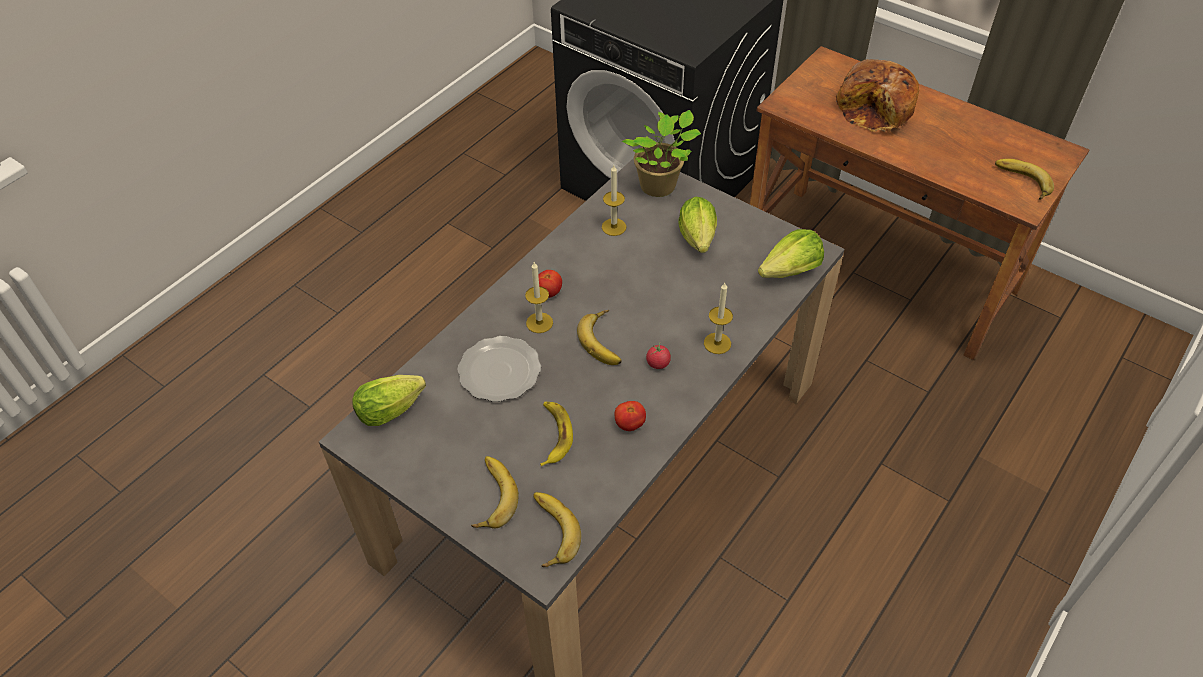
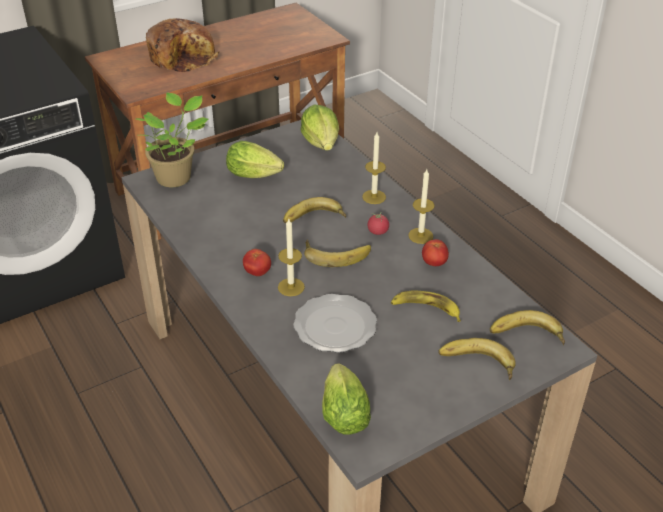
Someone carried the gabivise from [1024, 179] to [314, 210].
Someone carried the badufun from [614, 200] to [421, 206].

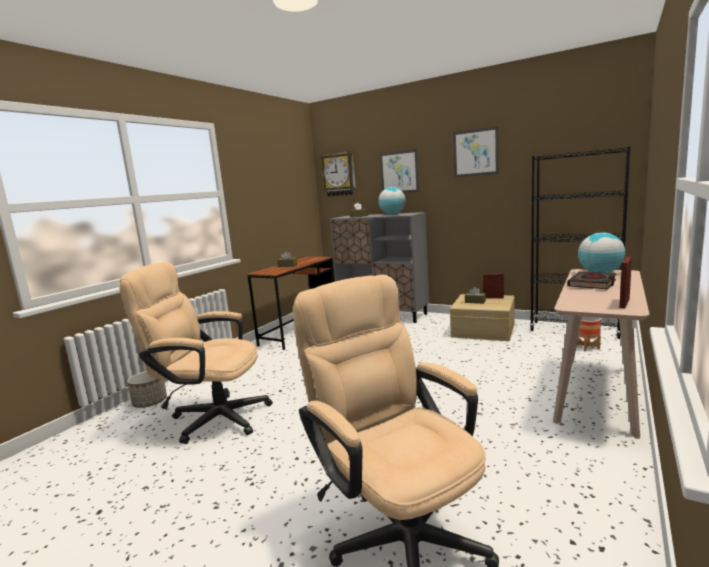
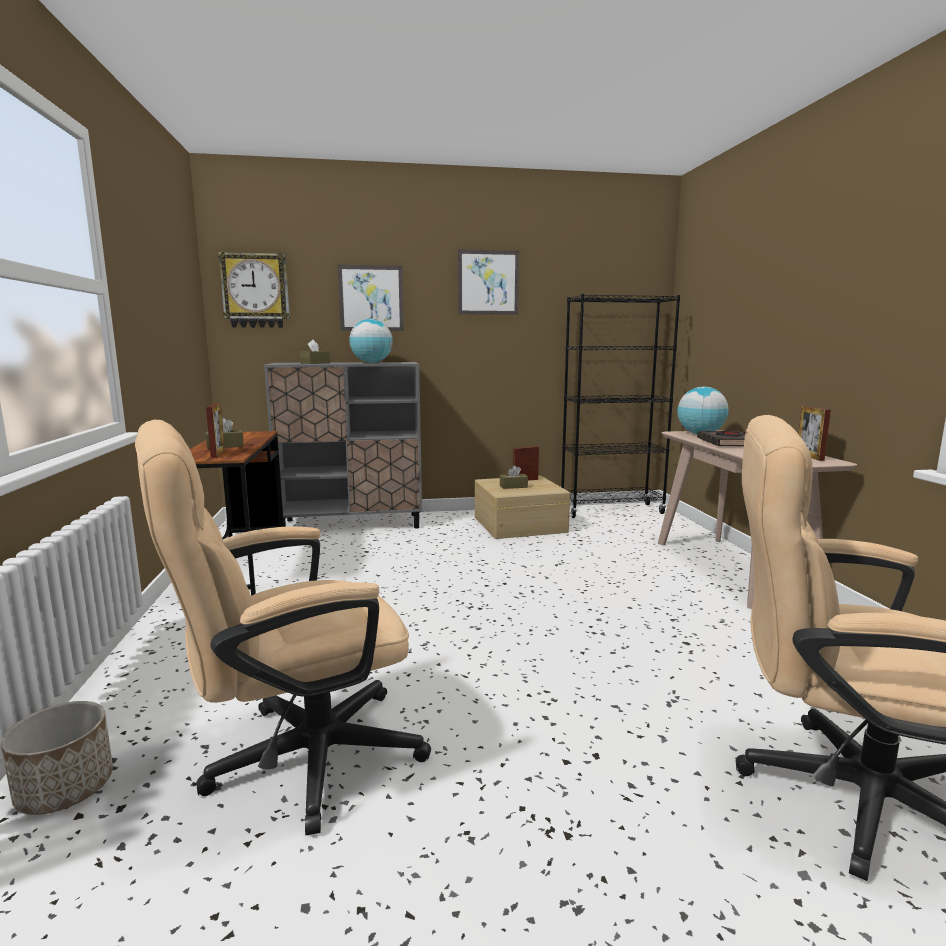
Someone put down the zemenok at [215, 430].
Someone took away the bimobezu at [589, 333].

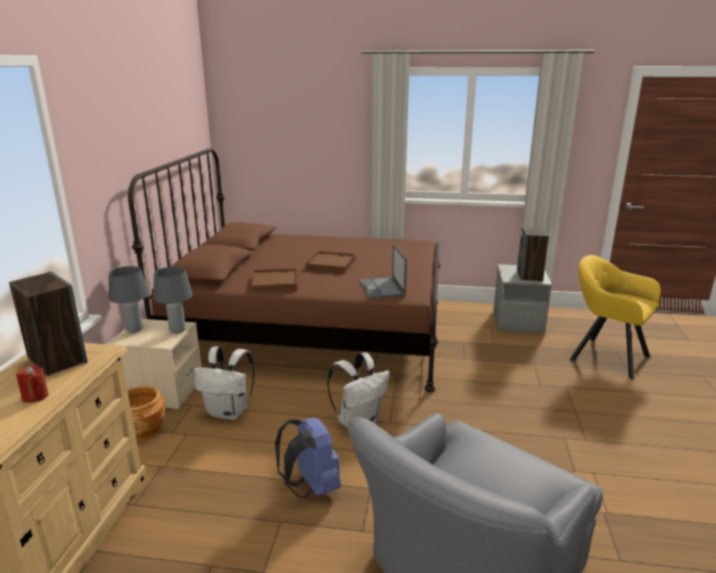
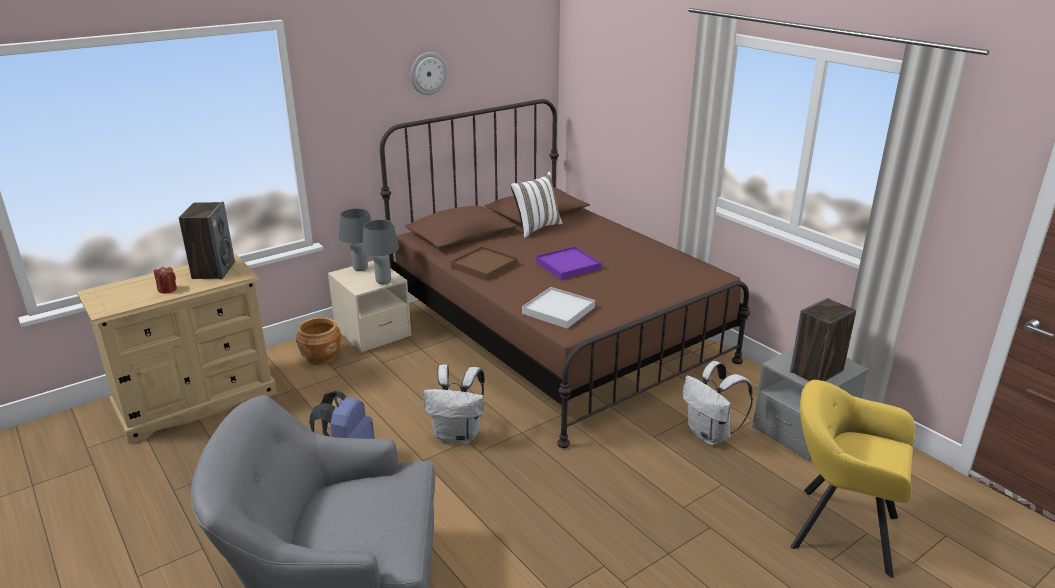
Someone put up the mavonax at [429, 73].
Someone put down the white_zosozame at [536, 205].
Someone swapped the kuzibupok at [383, 271] for the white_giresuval at [558, 308].
Someone repainted the brown_giresuval at [330, 262], which became the purple_giresuval at [569, 263].
Someone carried the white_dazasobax from [224, 383] to [717, 403].
Someone rotated the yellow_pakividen at [615, 317] by 60 degrees counterclockwise.

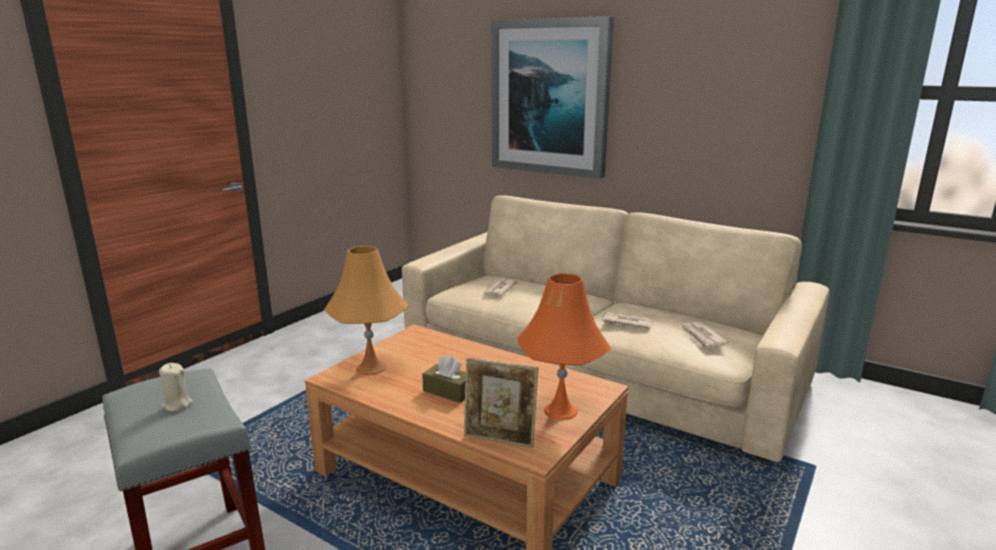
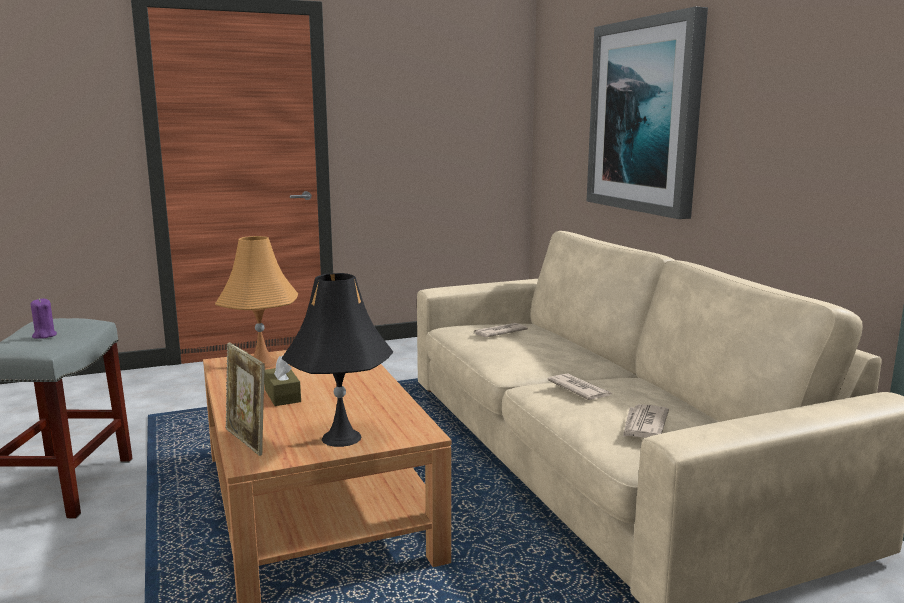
Someone repainted the beige_badufun at [176, 387], which became the purple_badufun at [43, 318].
Someone repainted the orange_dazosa at [564, 346], which became the black_dazosa at [337, 360].

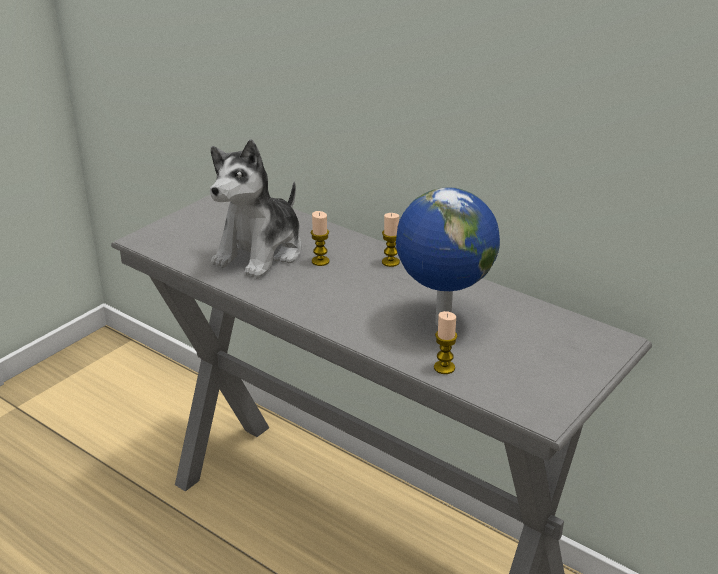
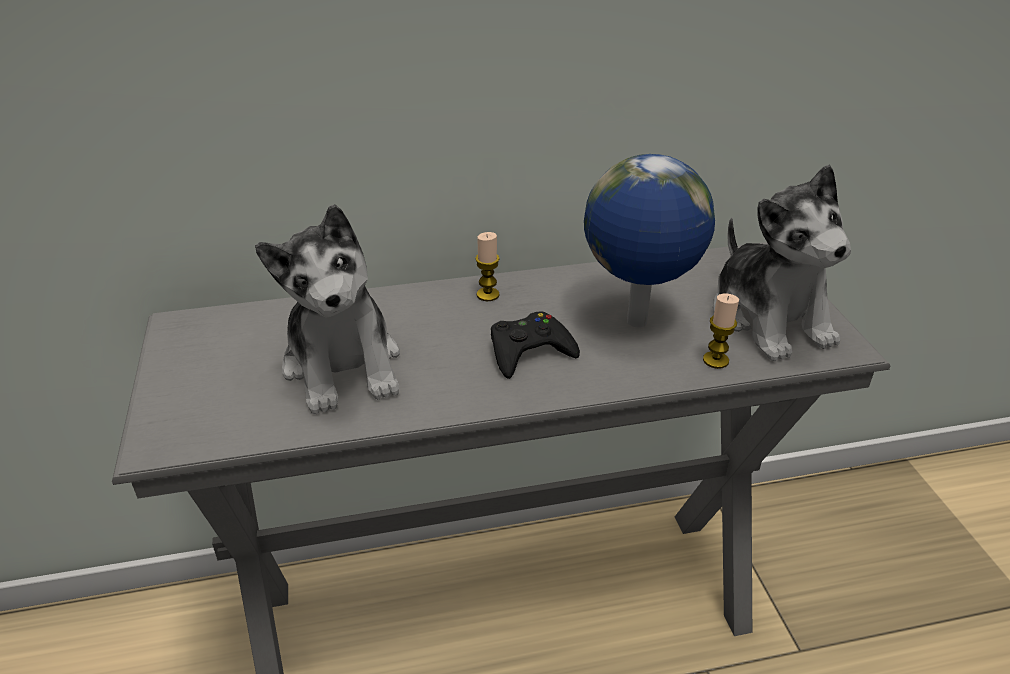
Someone put down the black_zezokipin at [535, 345].
Someone put down the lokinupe at [782, 263].
Someone took away the badufun at [320, 238].

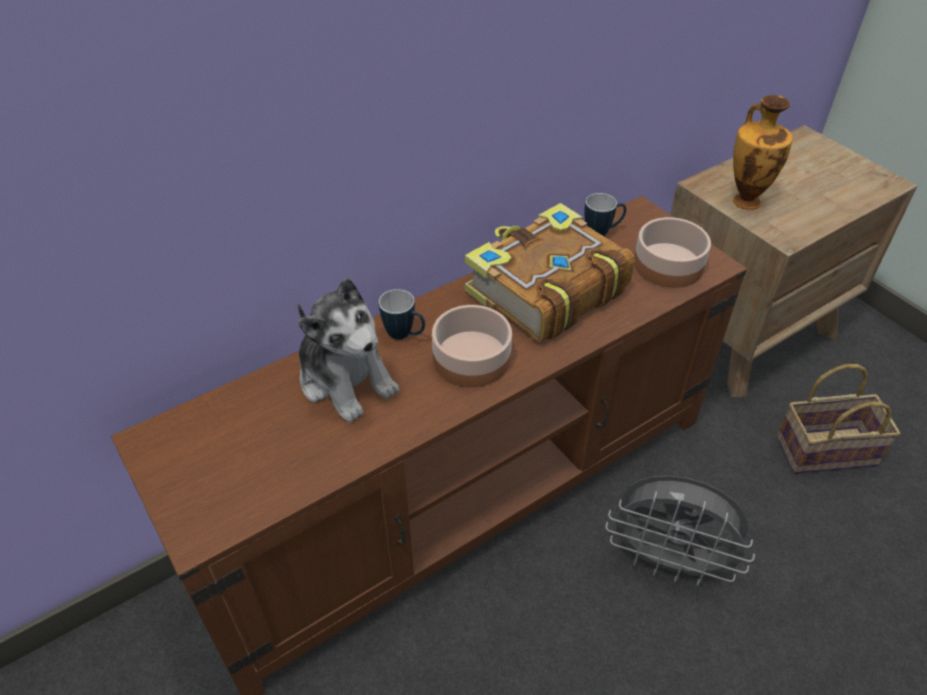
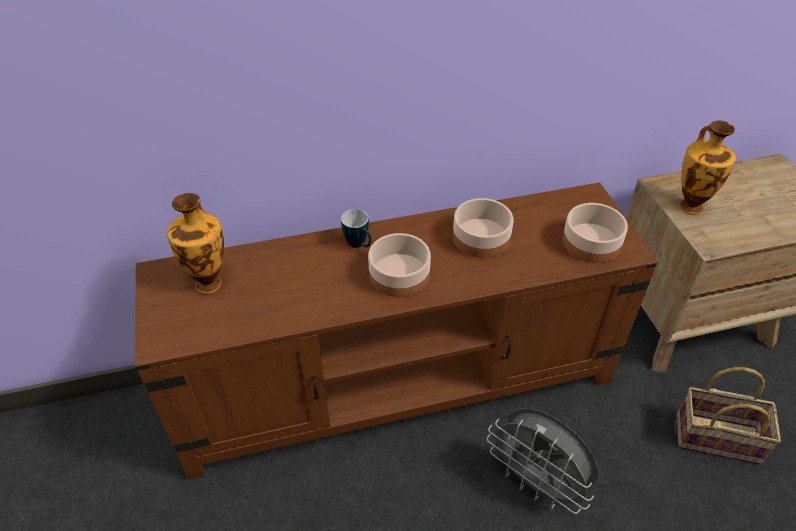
Someone put down the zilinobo at [195, 243].
Someone swapped the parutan at [550, 272] for the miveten at [483, 228].
Someone took away the lokinupe at [348, 350].
Someone took away the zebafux at [605, 214].

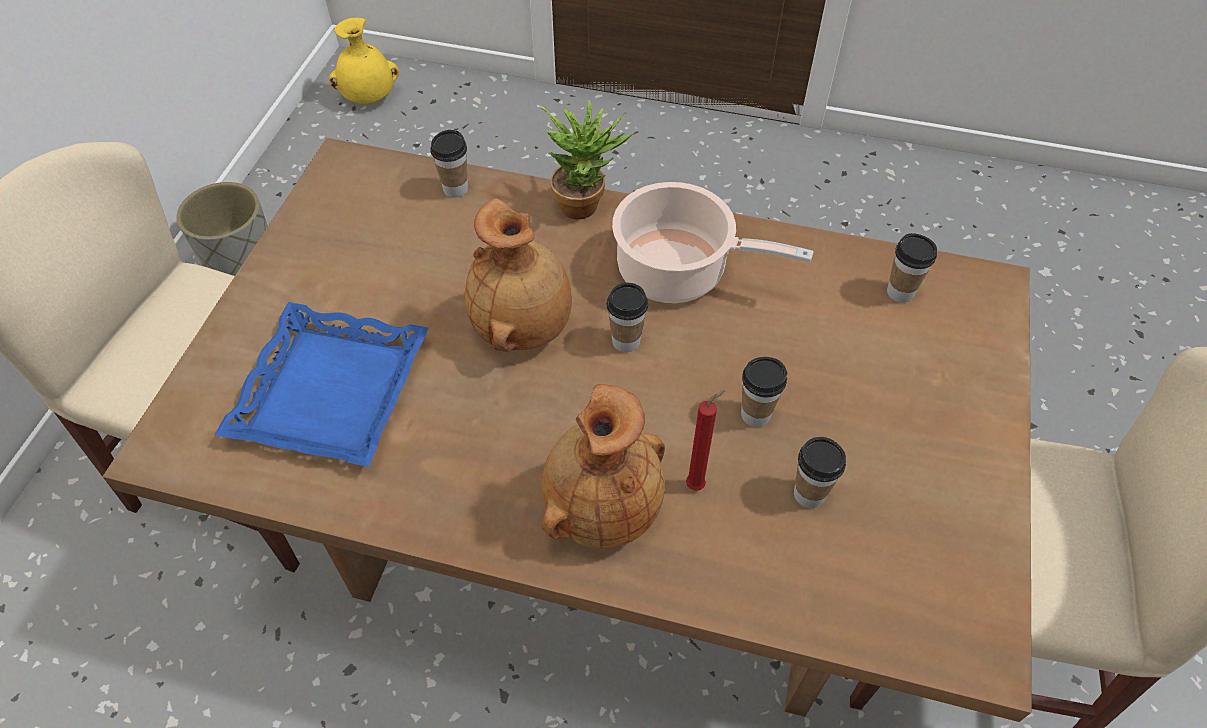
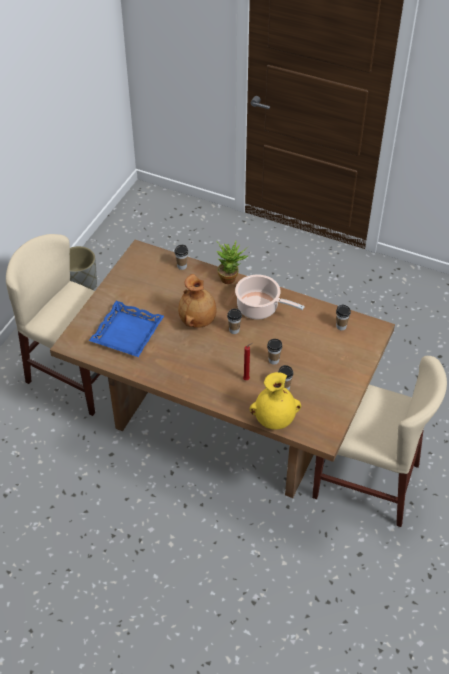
Someone carried the yellow_zilinobo from [364, 61] to [275, 401].
Someone took away the brown_zilinobo at [603, 466].

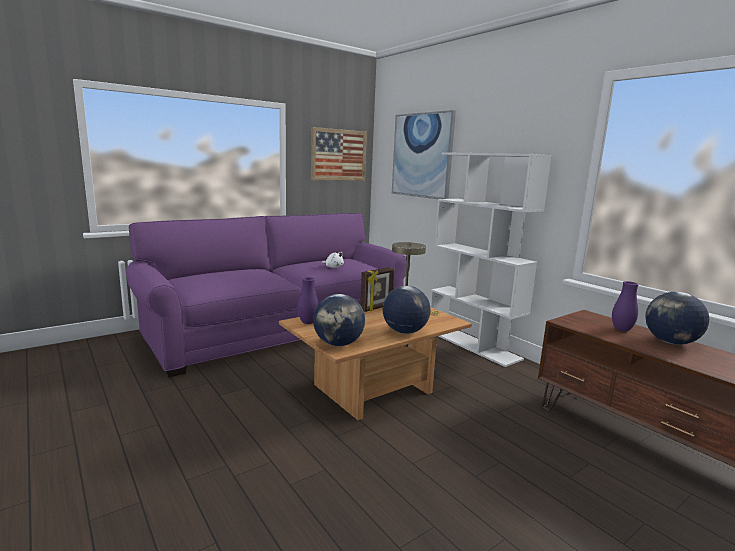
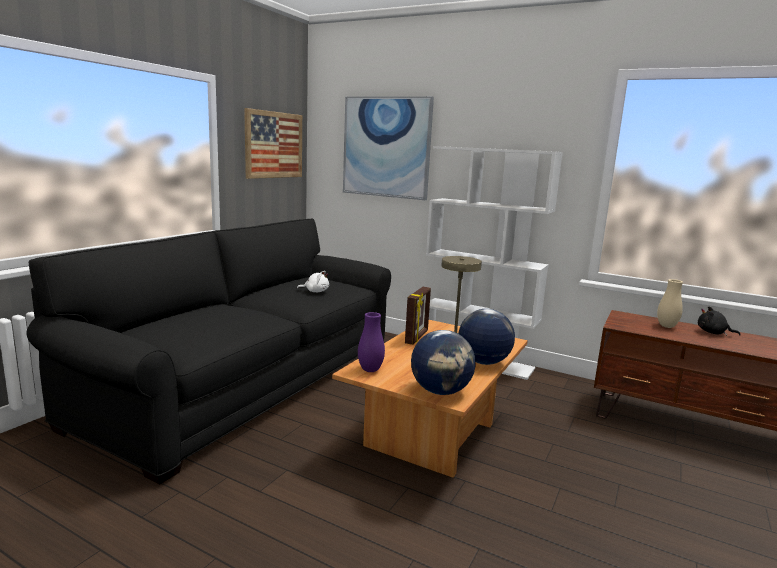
Someone repainted the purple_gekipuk at [268, 295], which became the black_gekipuk at [208, 351].
Someone repainted the purple_zilinobo at [625, 306], which became the beige_zilinobo at [670, 303].
Someone swapped the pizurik at [677, 318] for the black_lokinupe at [719, 321].

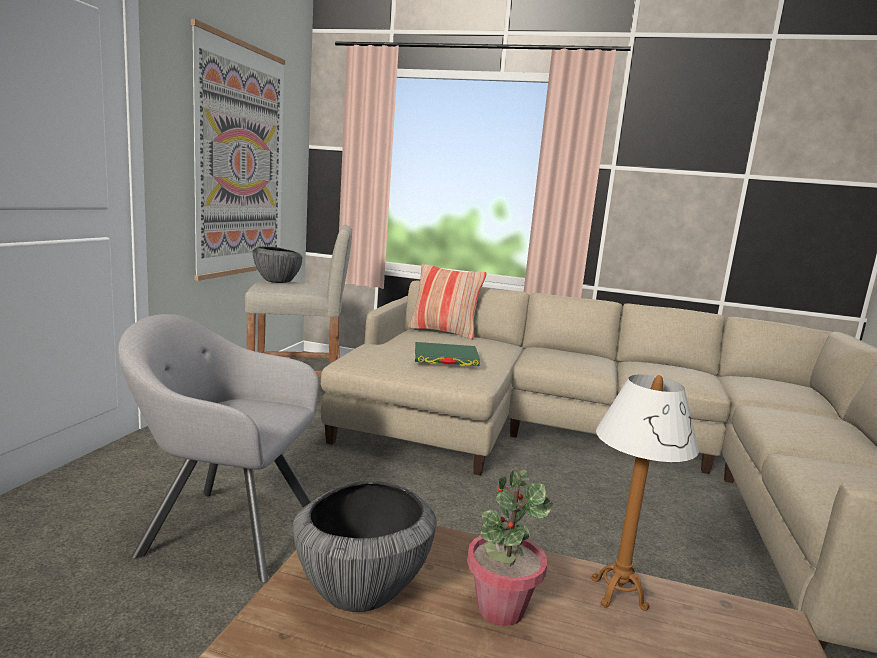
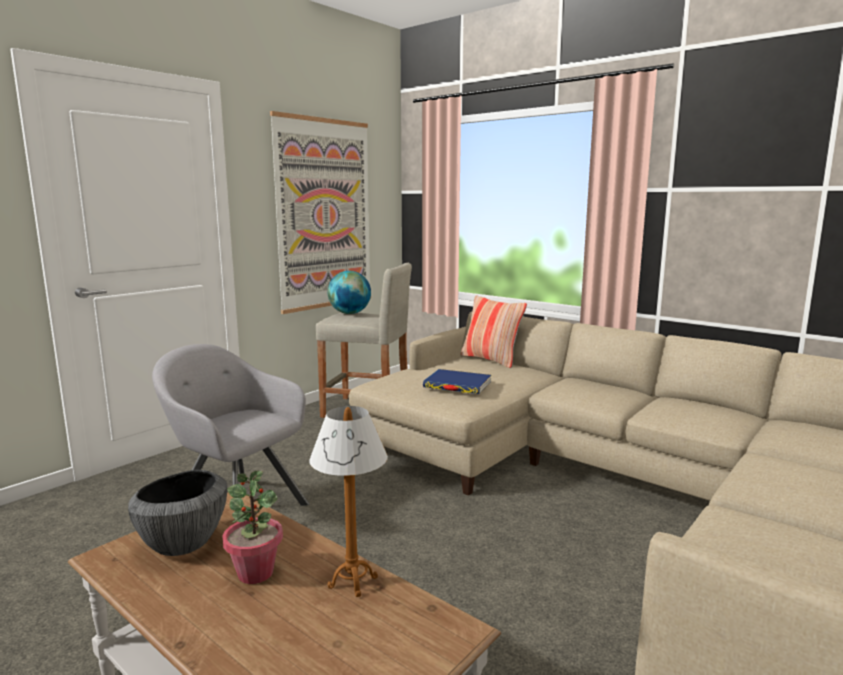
Someone swapped the miveten at [277, 264] for the pizurik at [349, 292].
Someone repainted the green_parutan at [447, 354], which became the blue_parutan at [457, 381].

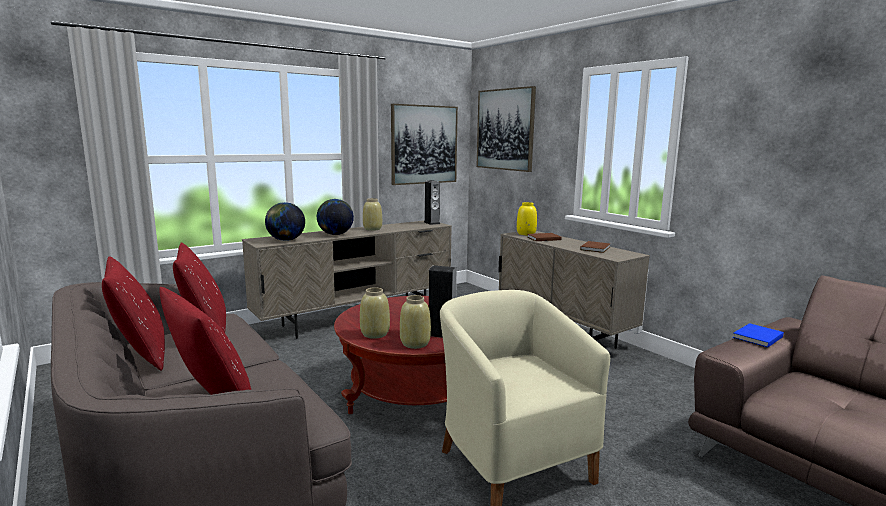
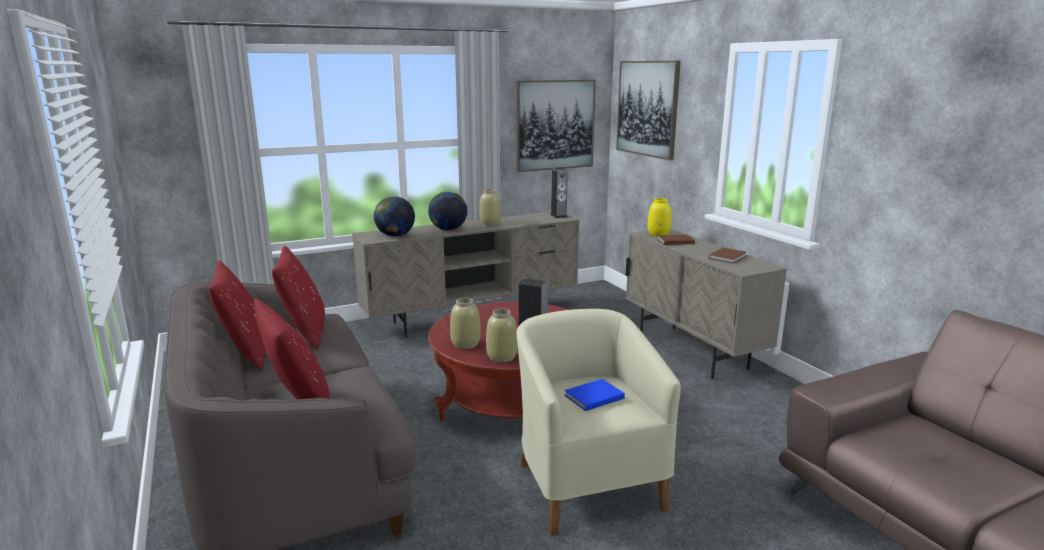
Someone carried the blue_parutan from [758, 335] to [594, 395].

